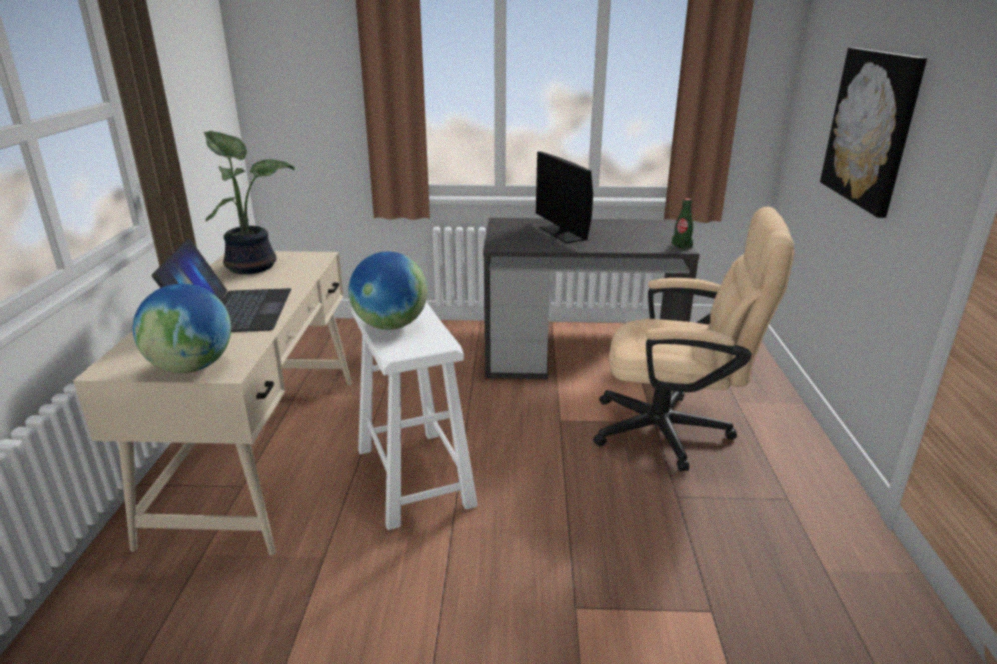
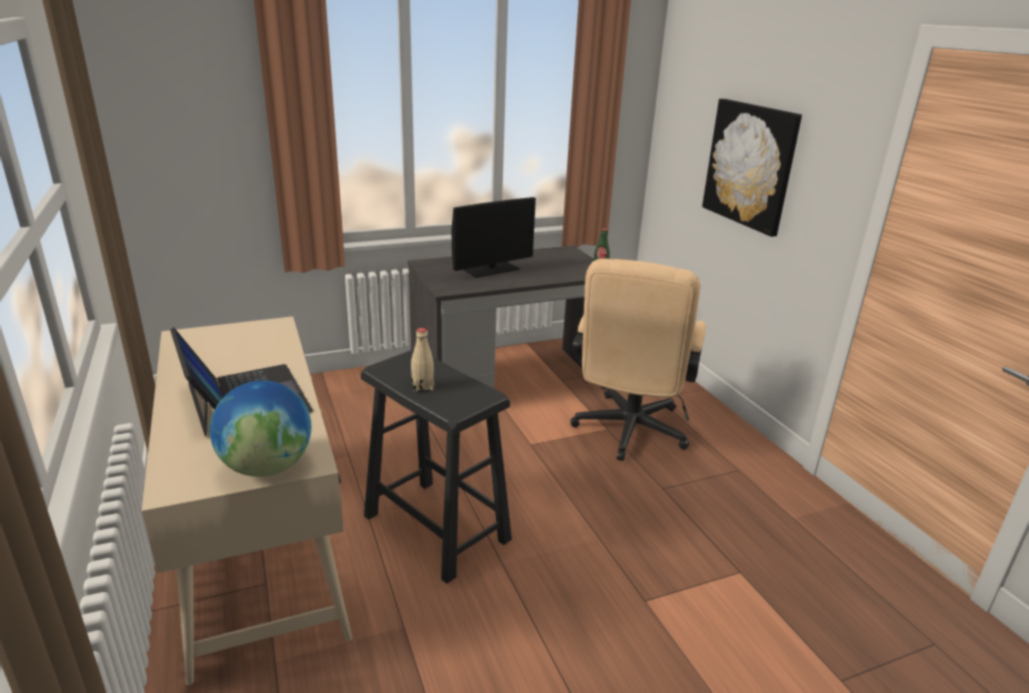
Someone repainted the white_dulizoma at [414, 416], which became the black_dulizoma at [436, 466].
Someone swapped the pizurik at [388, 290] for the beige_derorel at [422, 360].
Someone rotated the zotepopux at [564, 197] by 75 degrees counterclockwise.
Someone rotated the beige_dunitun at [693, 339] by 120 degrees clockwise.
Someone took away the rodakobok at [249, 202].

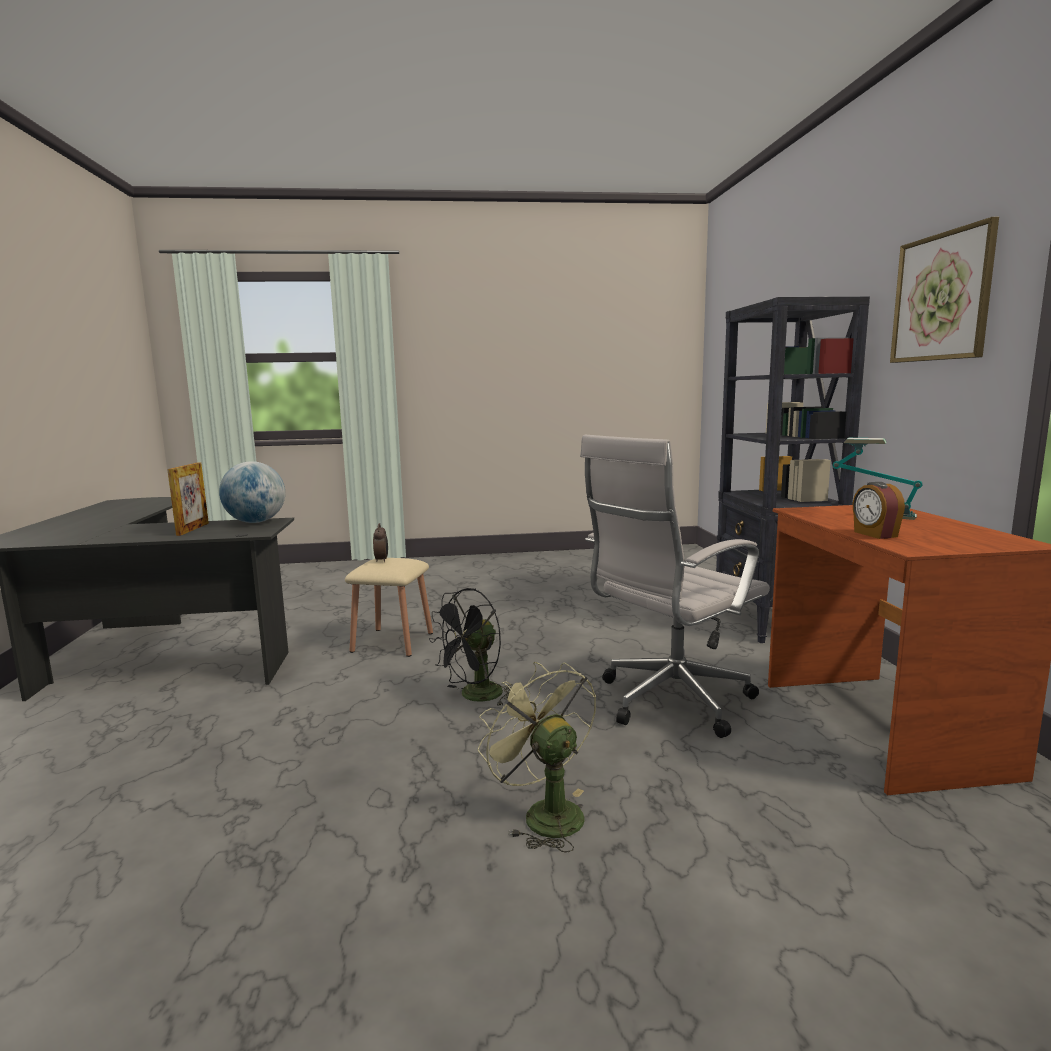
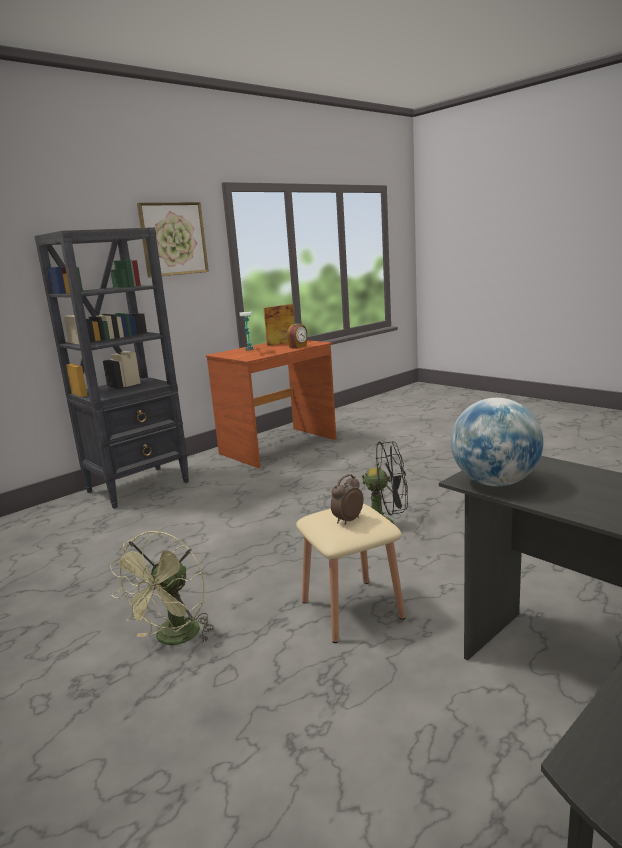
Someone carried the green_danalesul from [537, 757] to [162, 588].
Someone carried the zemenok from [188, 499] to [279, 325].
Someone took away the white_dunitun at [675, 586].

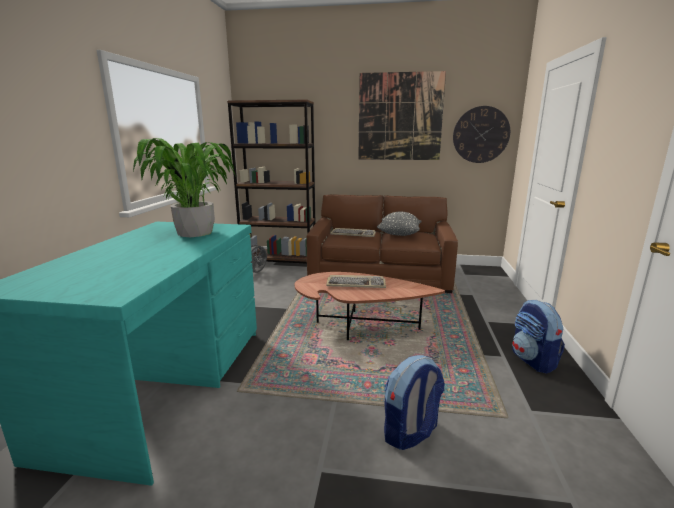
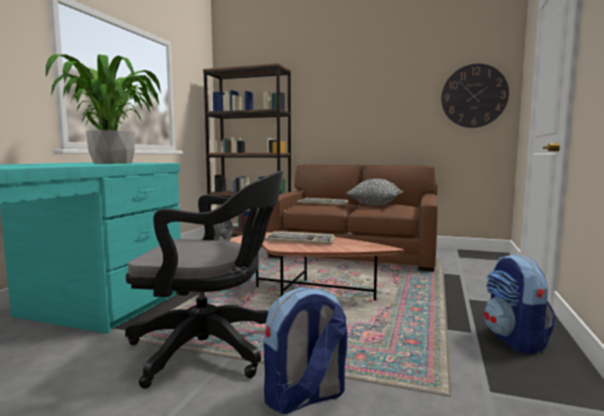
Someone put down the black_dunitun at [204, 280].
Someone took away the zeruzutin at [402, 115].

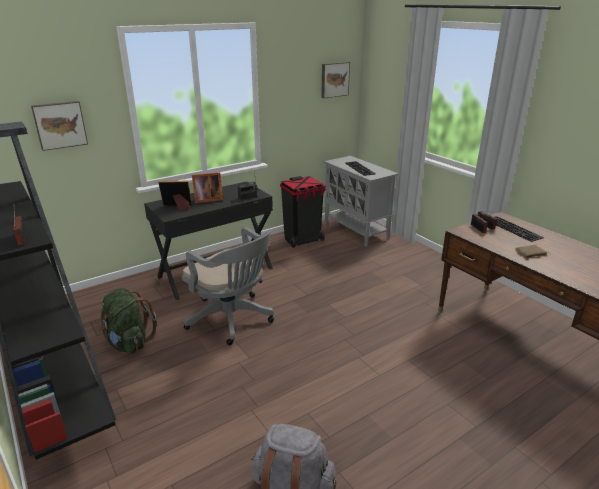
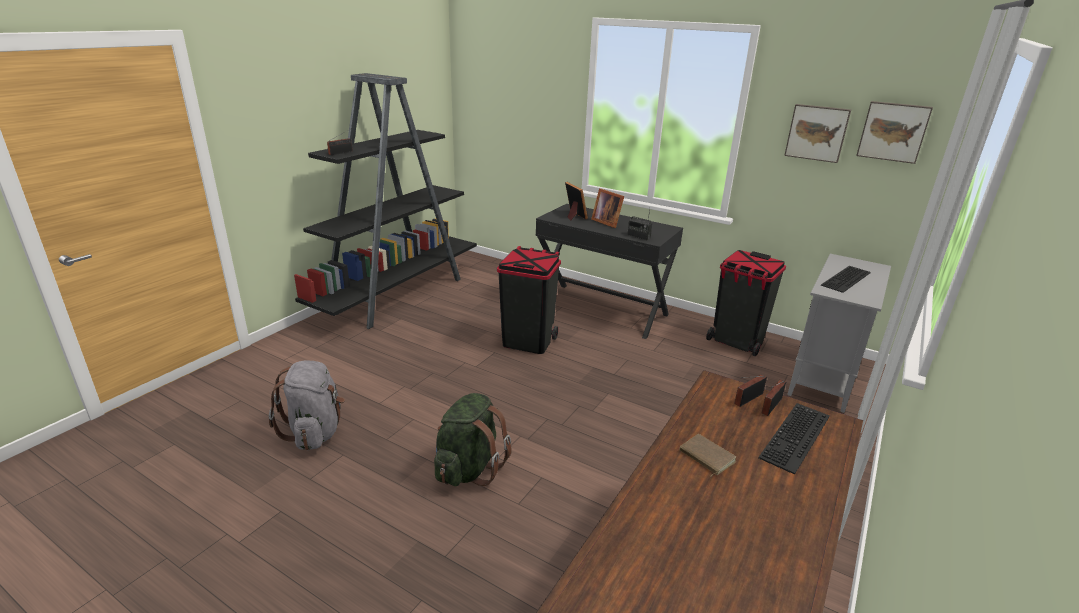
Someone carried the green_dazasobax from [128, 321] to [473, 439].
Someone swapped the grey_dunitun at [228, 286] for the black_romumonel at [529, 300].
Someone carried the zeruzutin from [59, 126] to [817, 133].

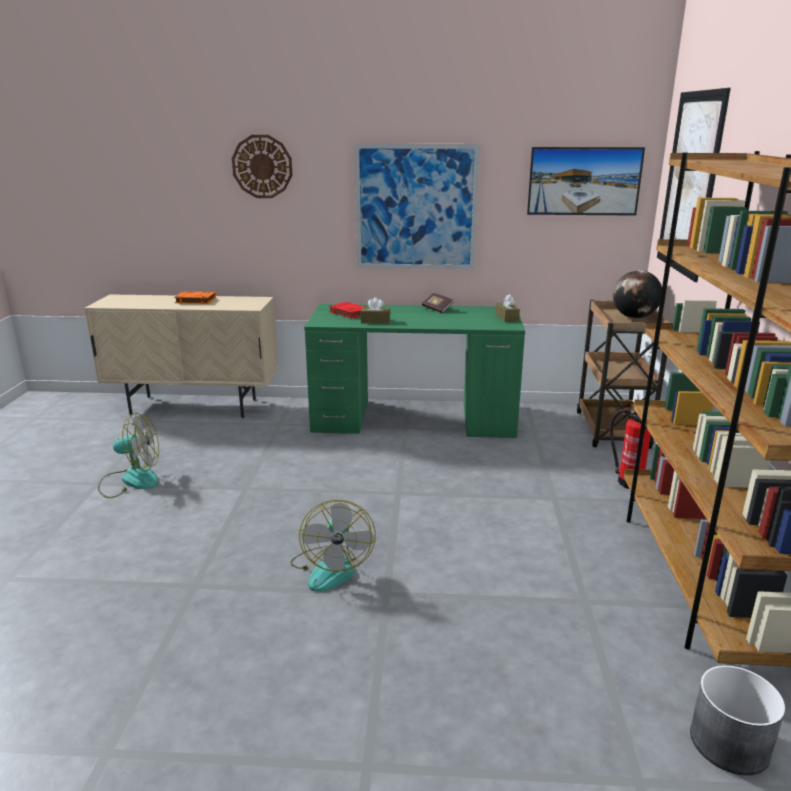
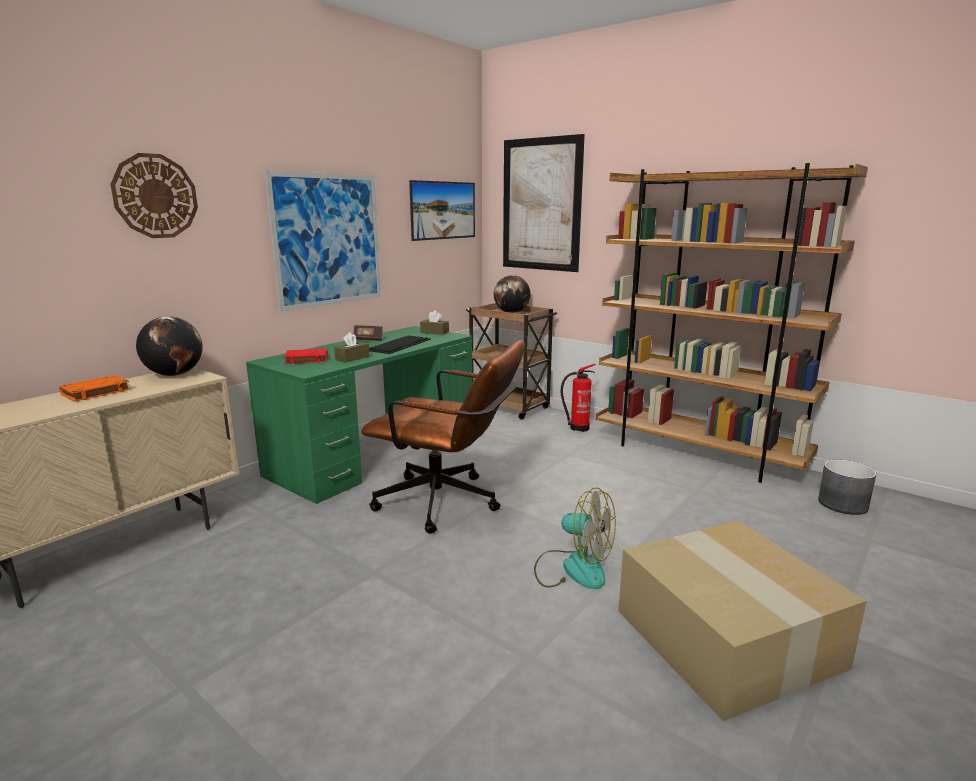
Someone put down the pizurik at [169, 346].
Someone put down the brown_dunitun at [443, 436].
Someone put down the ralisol at [400, 344].
Someone put down the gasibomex at [742, 621].
Someone took away the danalesul at [128, 455].

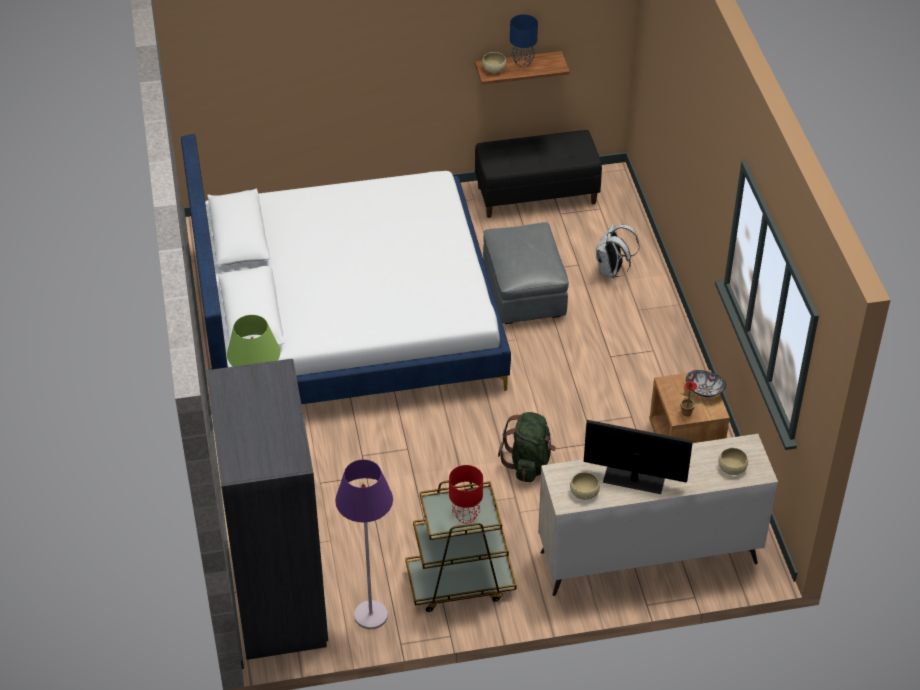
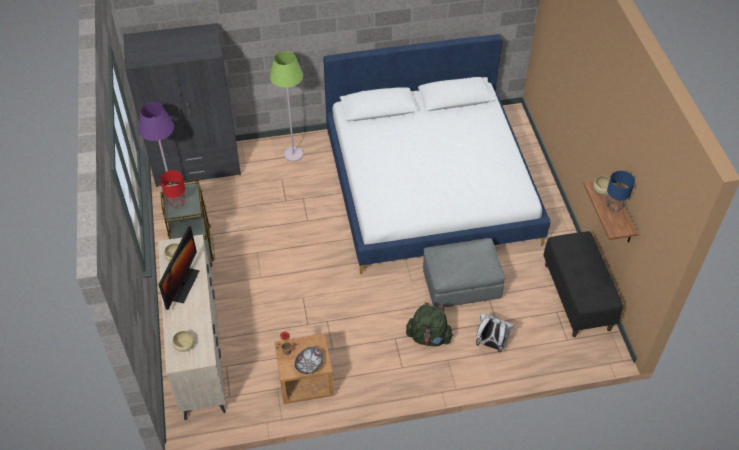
Someone carried the green_dazasobax from [527, 447] to [429, 324].

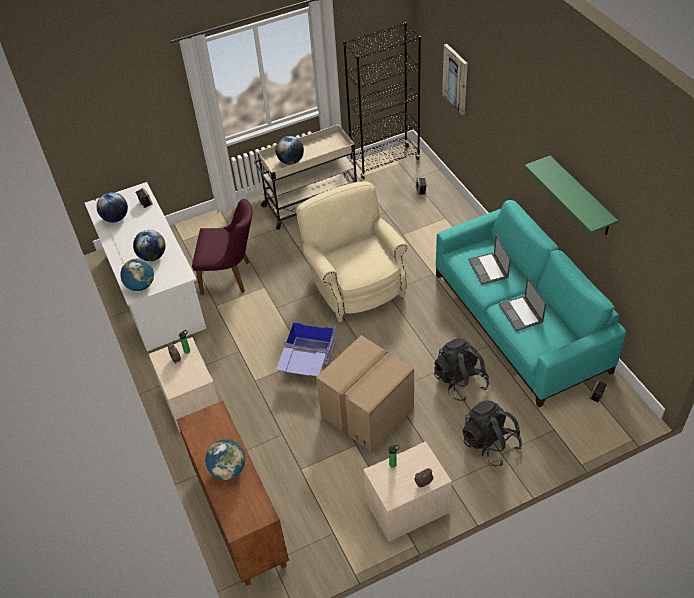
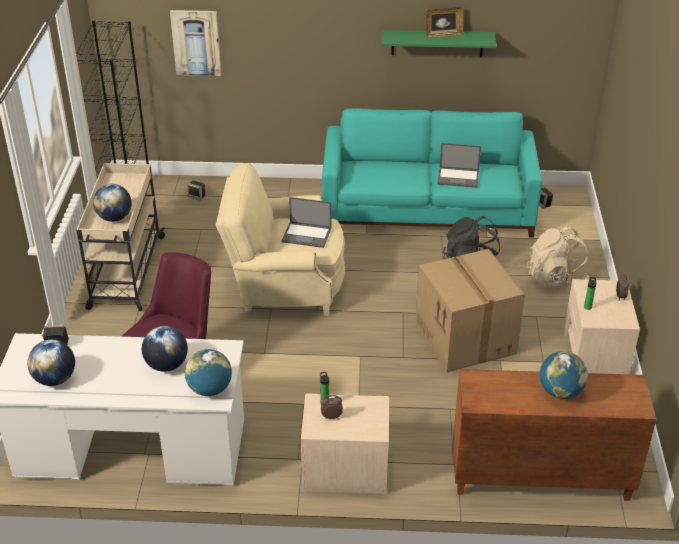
Someone carried the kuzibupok from [489, 260] to [307, 222].
Someone put down the zemenok at [444, 22].
Someone repainted the black_dazasobax at [492, 433], which became the beige_dazasobax at [558, 257].
Someone took away the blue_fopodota at [306, 347].

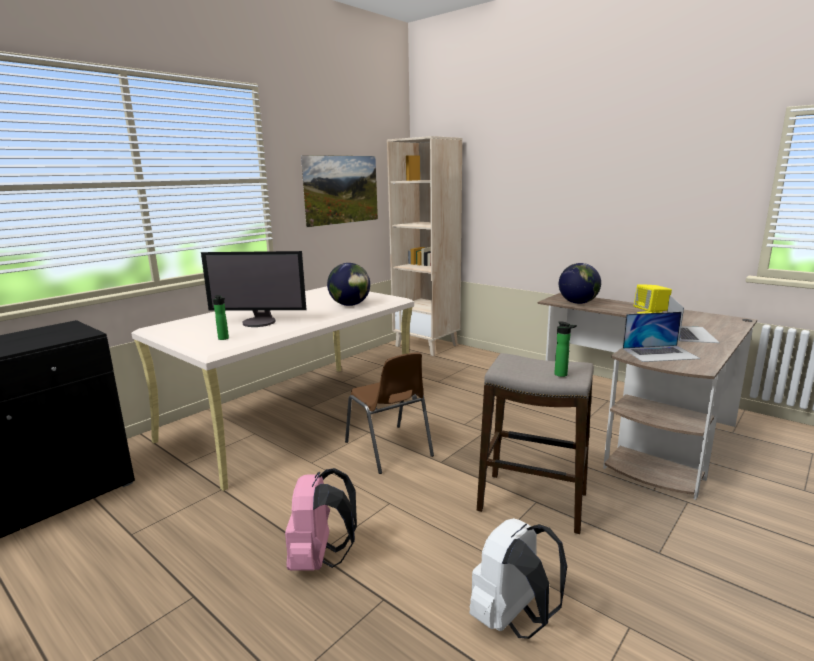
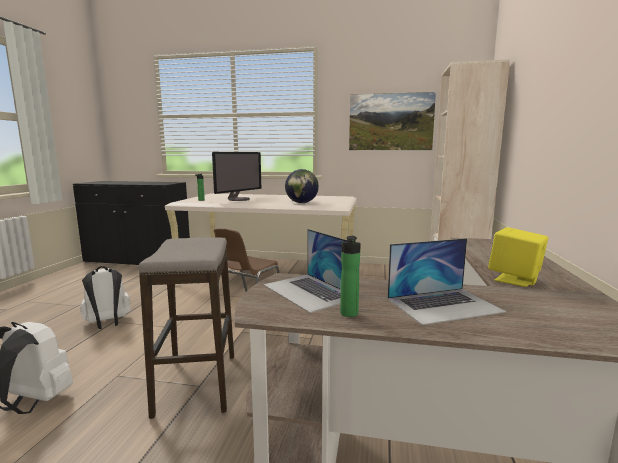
Someone repainted the pink_dazasobax at [321, 519], which became the white_dazasobax at [105, 297].
Someone rotated the zotepopux at [253, 289] by 120 degrees counterclockwise.
Someone carried the derorel from [565, 349] to [350, 276].
Someone took away the pizurik at [580, 283].

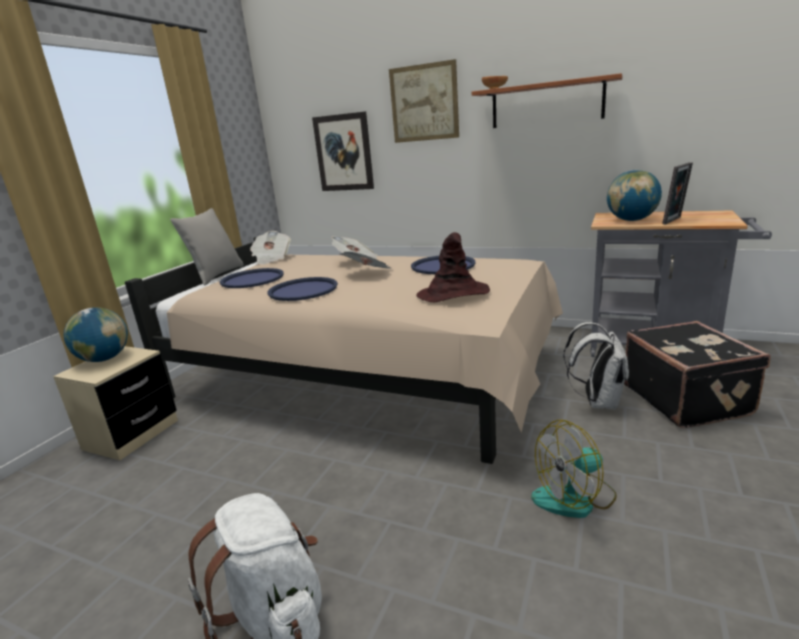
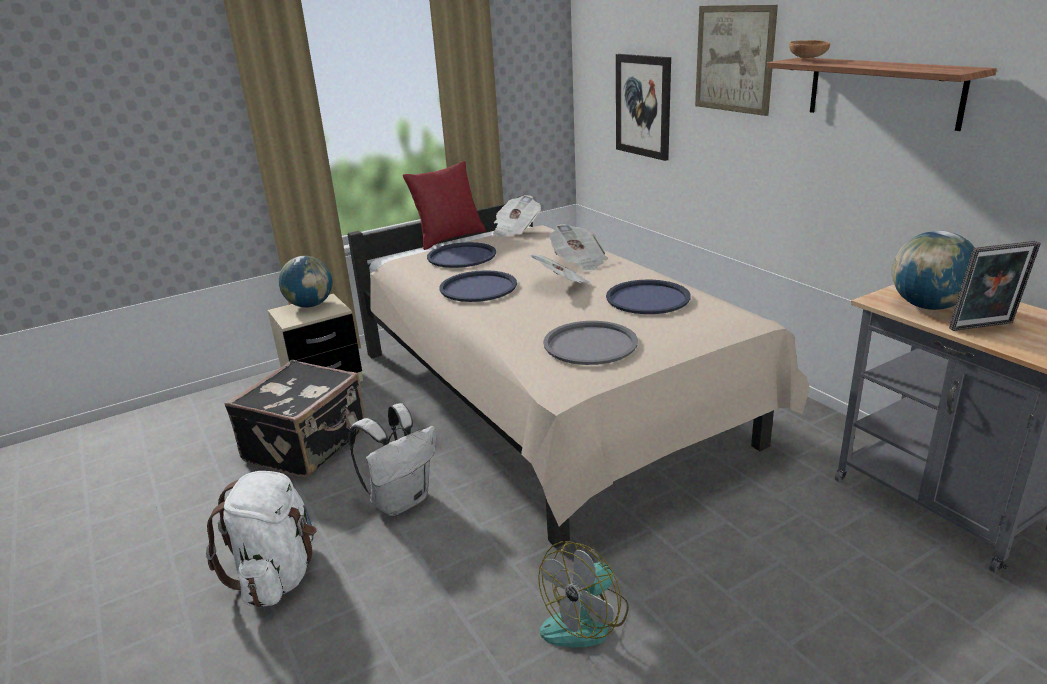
Someone carried the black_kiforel from [697, 374] to [294, 419].
Someone carried the white_dazasobax from [596, 366] to [392, 459].
Someone repainted the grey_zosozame at [207, 246], which became the red_zosozame at [444, 205].
Someone rotated the danalesul at [574, 469] by 60 degrees counterclockwise.
Someone swapped the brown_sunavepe at [453, 267] for the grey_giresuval at [590, 343].

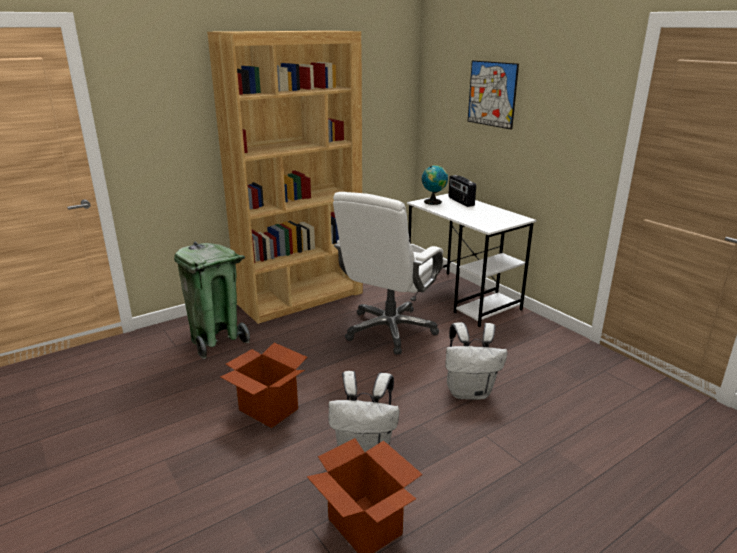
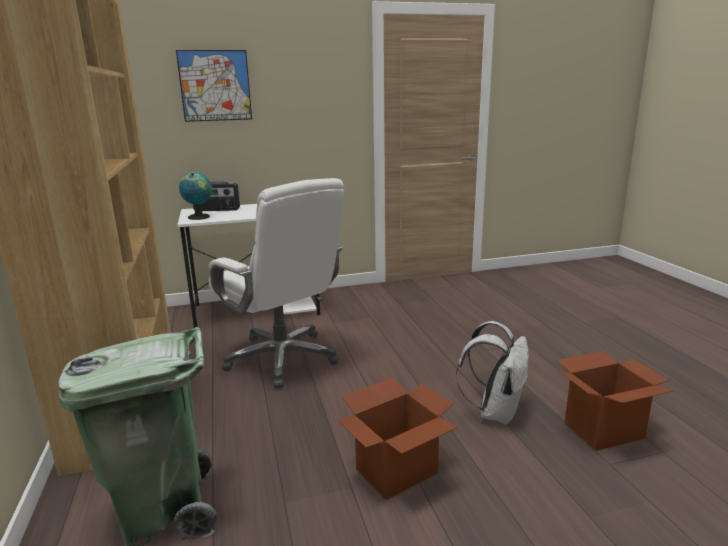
Someone took away the white_dazasobax at [476, 361].

